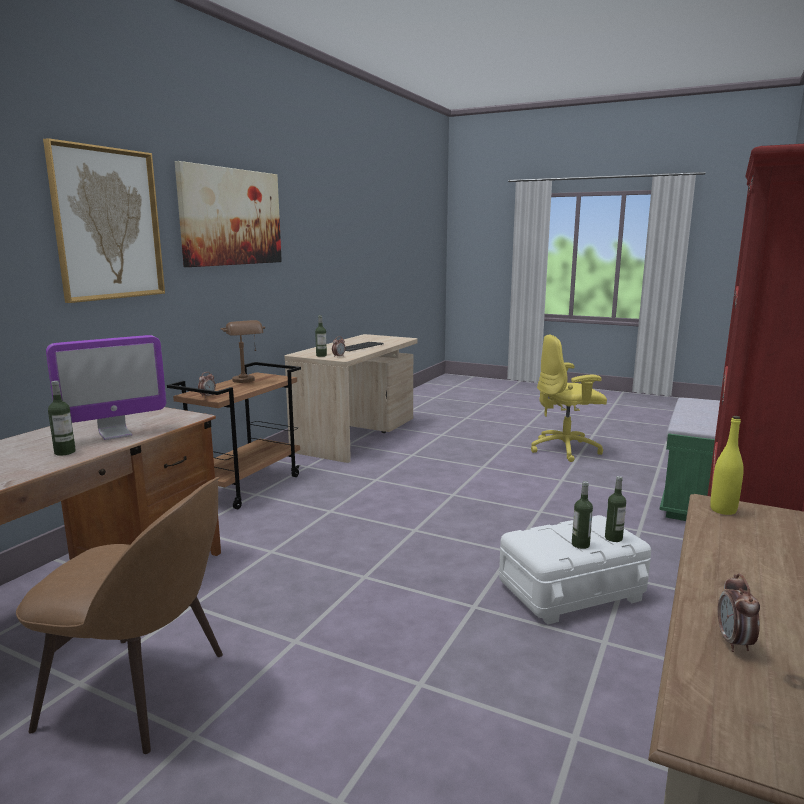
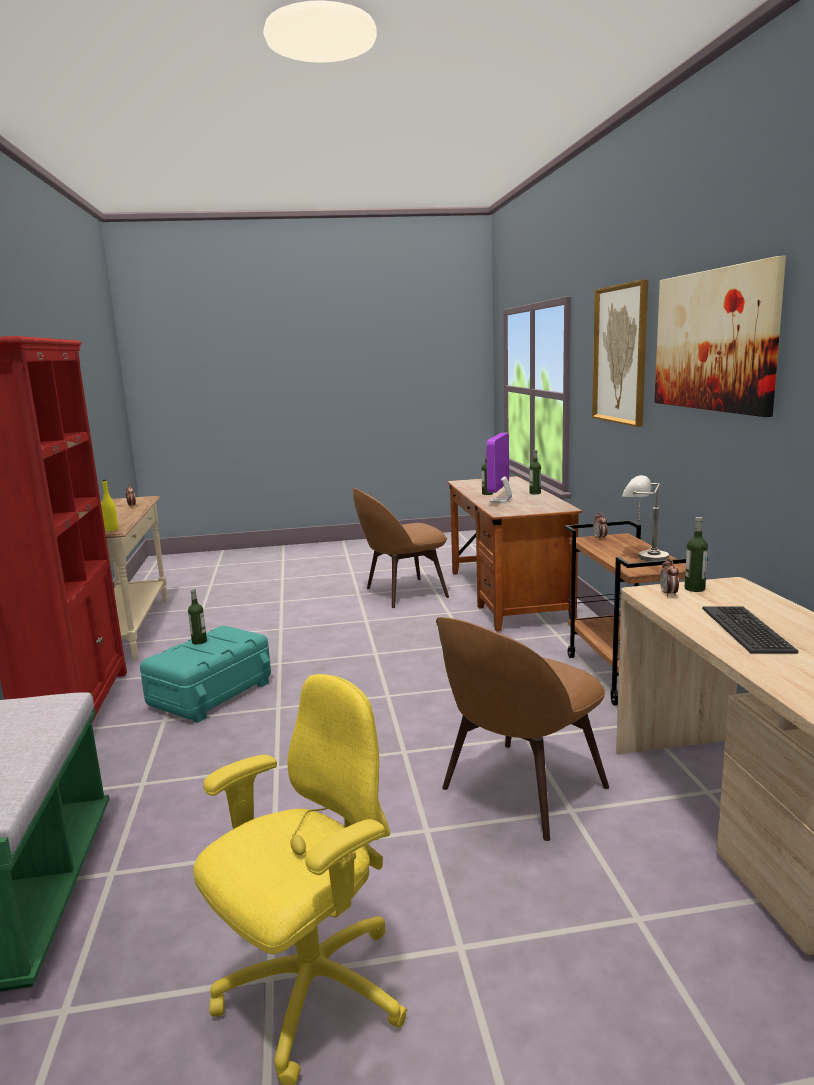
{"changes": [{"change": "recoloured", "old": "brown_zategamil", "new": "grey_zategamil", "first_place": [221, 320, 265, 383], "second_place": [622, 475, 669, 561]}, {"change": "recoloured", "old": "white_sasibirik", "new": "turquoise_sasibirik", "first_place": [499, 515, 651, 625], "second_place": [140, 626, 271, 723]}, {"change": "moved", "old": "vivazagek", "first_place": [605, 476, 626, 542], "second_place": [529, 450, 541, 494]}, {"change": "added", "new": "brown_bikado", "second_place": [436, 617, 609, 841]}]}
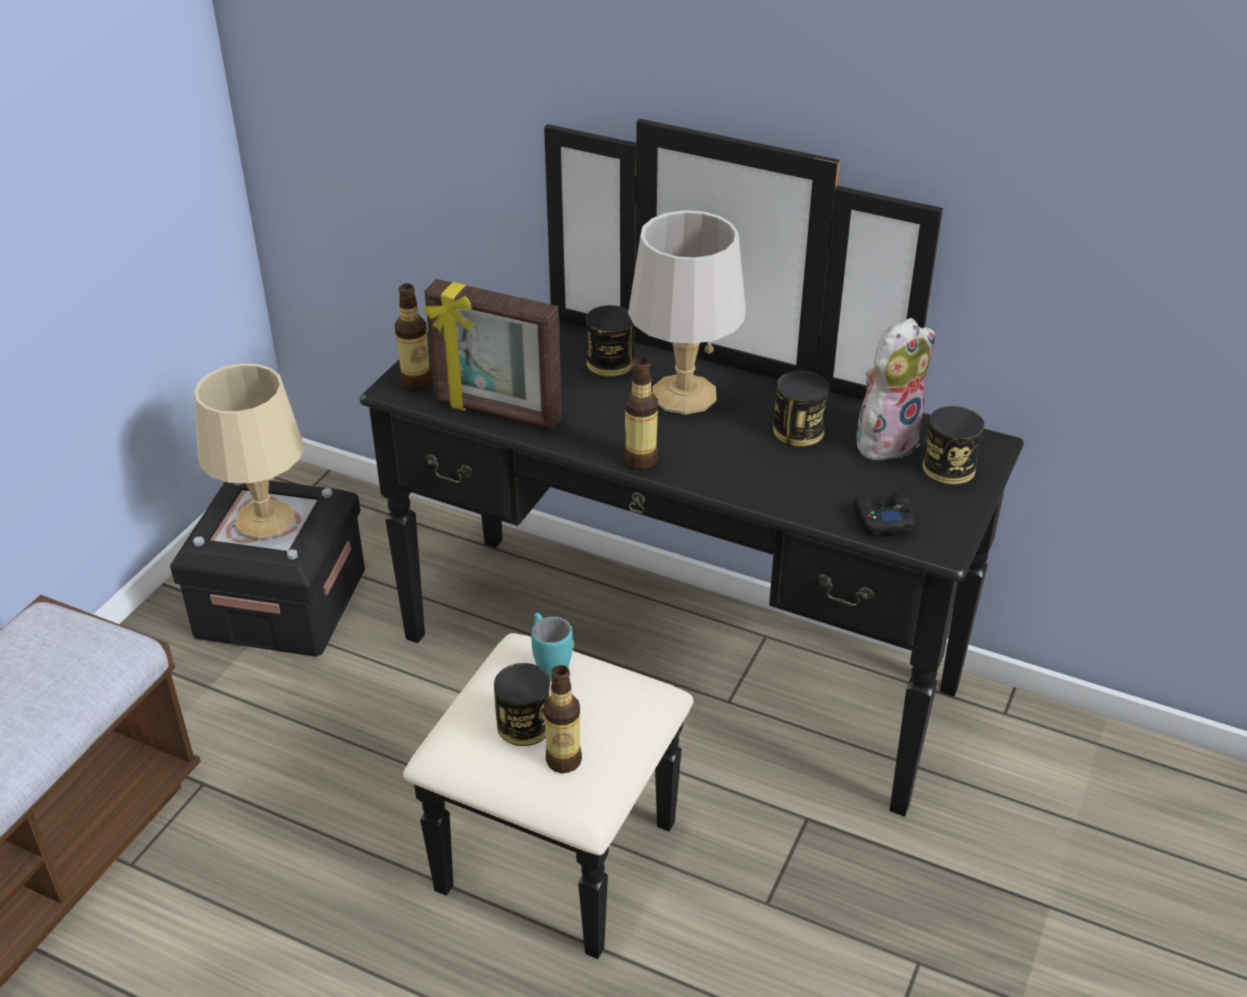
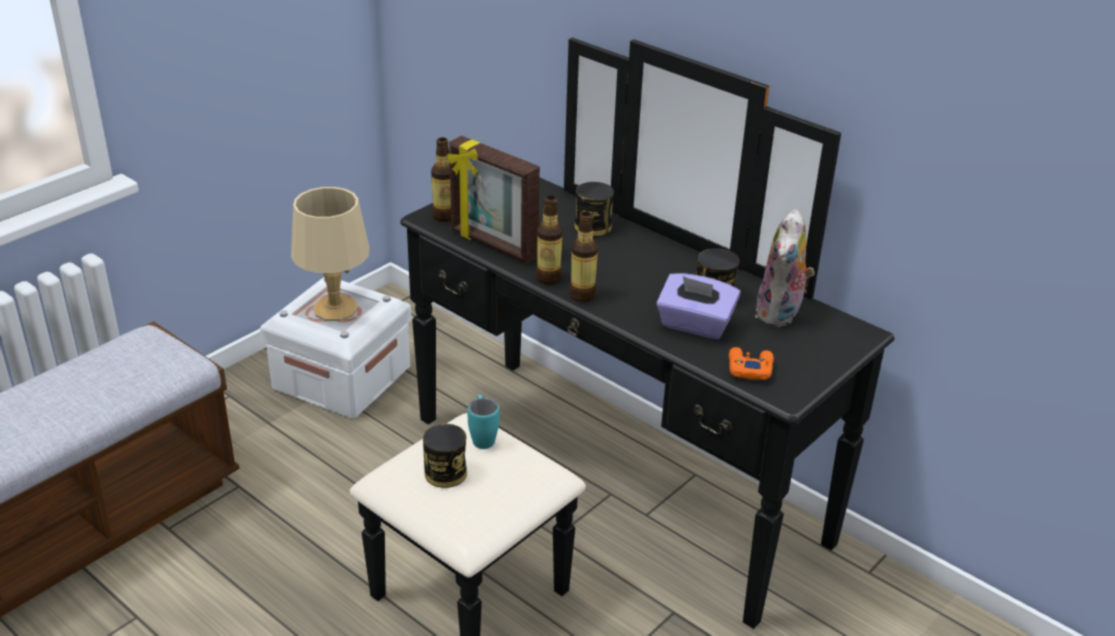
{"changes": [{"change": "recoloured", "old": "black_sasibirik", "new": "white_sasibirik", "first_place": [170, 480, 365, 657], "second_place": [260, 277, 412, 418]}, {"change": "moved", "old": "vivazagek", "first_place": [544, 665, 582, 773], "second_place": [536, 195, 563, 285]}, {"change": "removed", "old": "grey_zategamil", "first_place": [628, 210, 746, 415]}, {"change": "recoloured", "old": "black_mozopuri", "new": "orange_mozopuri", "first_place": [853, 493, 915, 535], "second_place": [729, 347, 774, 380]}, {"change": "turned", "old": "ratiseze", "first_place": [856, 318, 935, 461], "second_place": [755, 209, 815, 327], "degrees": 135}, {"change": "removed", "old": "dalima", "first_place": [922, 406, 985, 485]}, {"change": "added", "new": "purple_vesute", "second_place": [656, 273, 740, 339]}]}
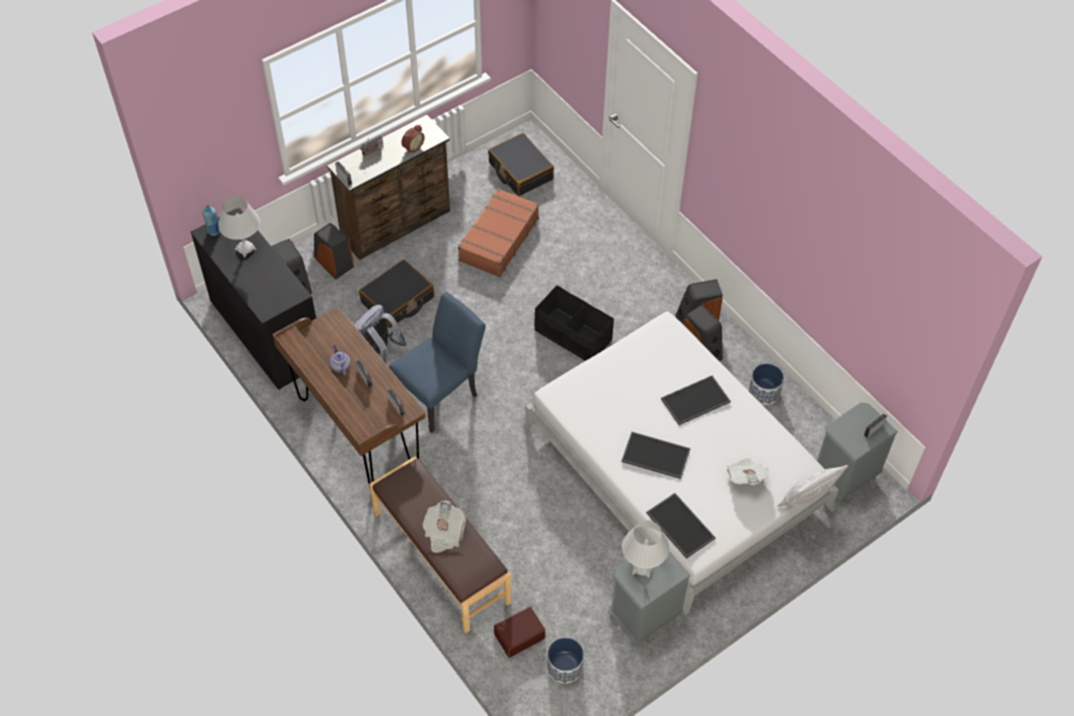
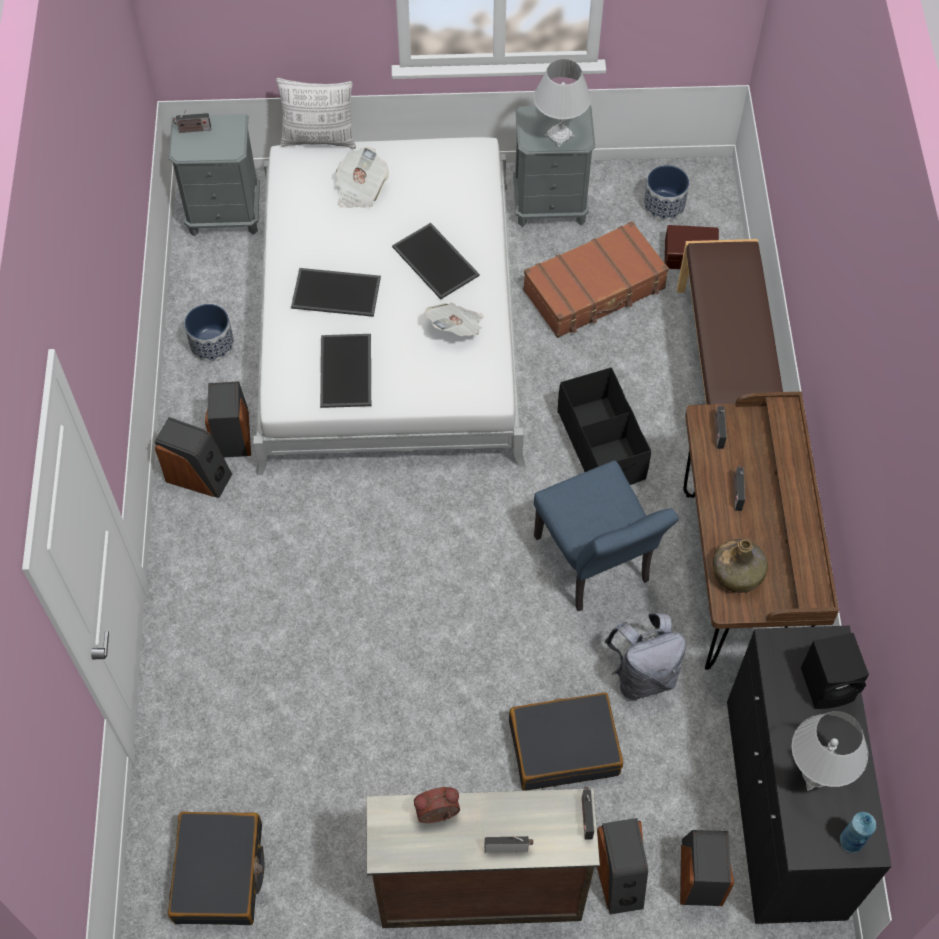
{"changes": [{"change": "removed", "old": "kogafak", "first_place": [330, 345, 351, 376]}, {"change": "turned", "old": "blue_bikado", "first_place": [389, 292, 486, 433], "second_place": [534, 461, 679, 611], "degrees": -105}, {"change": "moved", "old": "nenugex", "first_place": [422, 501, 466, 553], "second_place": [425, 302, 484, 336]}, {"change": "moved", "old": "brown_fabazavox", "first_place": [458, 188, 539, 277], "second_place": [523, 221, 669, 338]}, {"change": "moved", "old": "black_sasibirik", "first_place": [535, 285, 614, 361], "second_place": [557, 367, 651, 485]}, {"change": "moved", "old": "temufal", "first_place": [646, 493, 716, 559], "second_place": [320, 334, 371, 408]}, {"change": "added", "new": "green_vivazagek", "second_place": [713, 539, 768, 593]}, {"change": "added", "new": "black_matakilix", "second_place": [801, 633, 869, 709]}]}
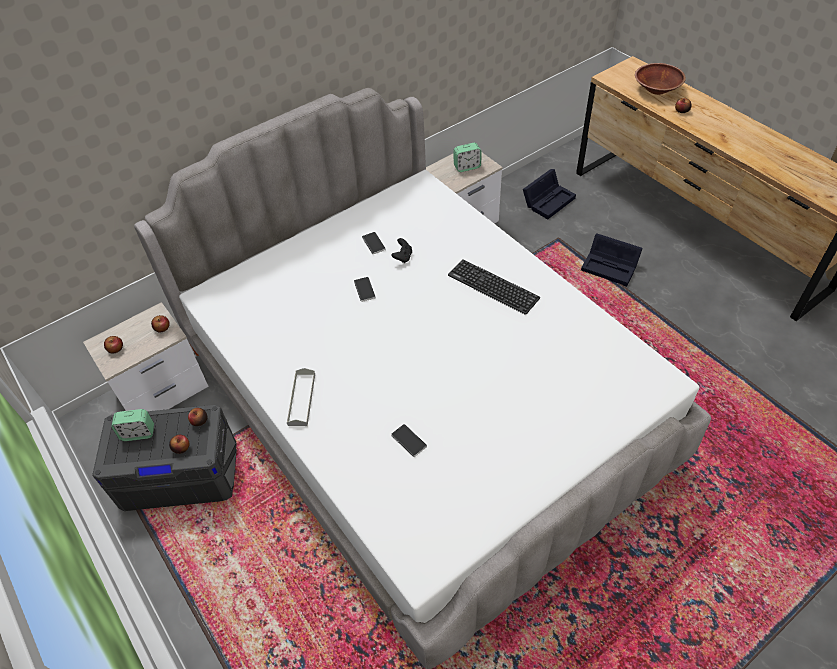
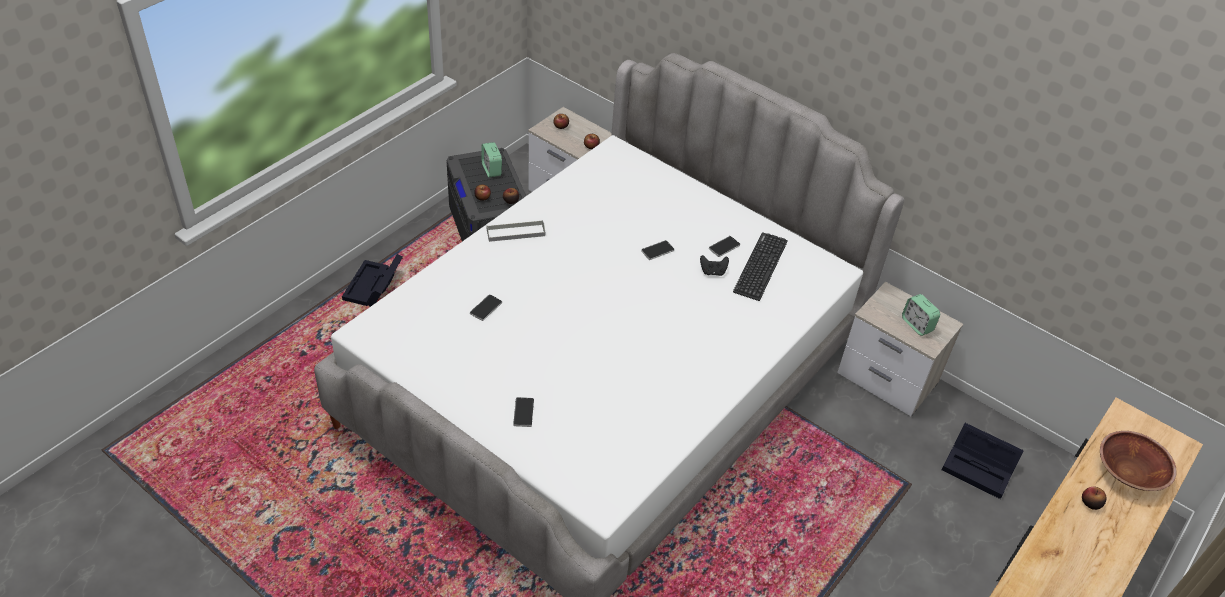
{"changes": [{"change": "moved", "old": "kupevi", "first_place": [448, 259, 540, 315], "second_place": [733, 232, 788, 301]}, {"change": "moved", "old": "black_sasibirik", "first_place": [581, 233, 643, 287], "second_place": [342, 254, 403, 307]}, {"change": "added", "new": "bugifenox", "second_place": [513, 397, 534, 427]}]}
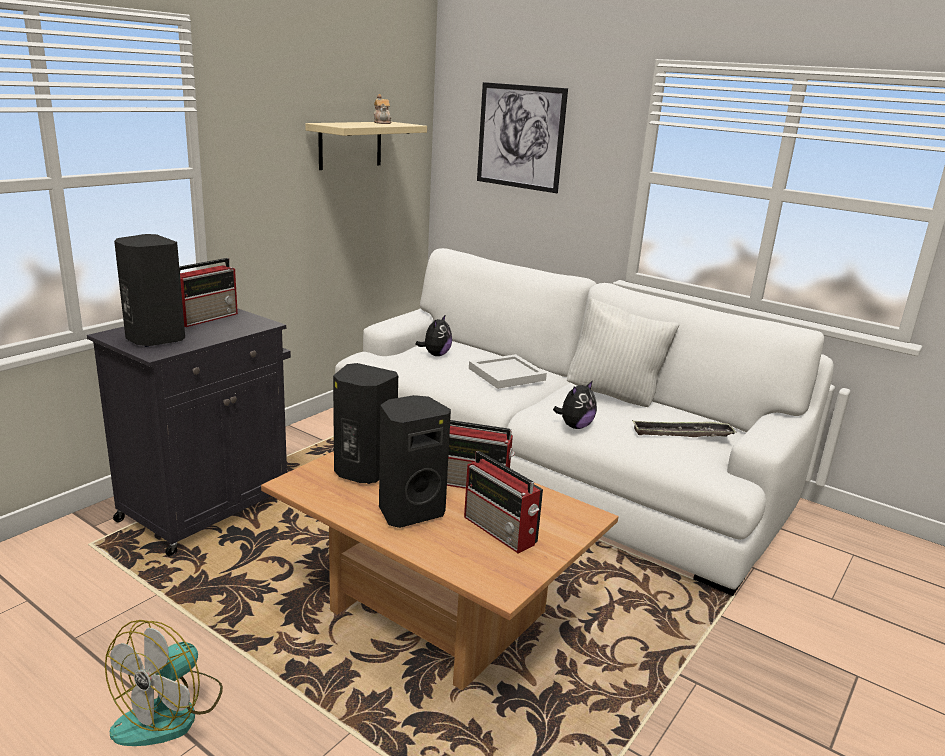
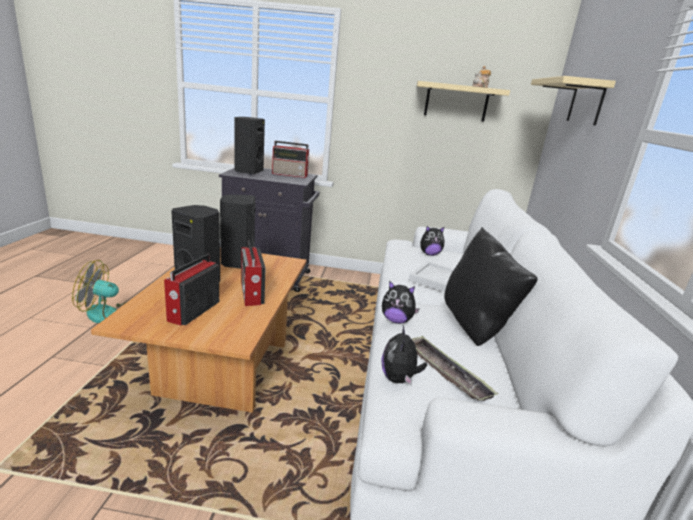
{"changes": [{"change": "replaced", "old": "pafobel", "new": "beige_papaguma", "first_place": [477, 82, 568, 193], "second_place": [531, 76, 616, 125]}, {"change": "recoloured", "old": "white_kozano", "new": "black_kozano", "first_place": [567, 298, 680, 407], "second_place": [444, 227, 538, 346]}, {"change": "added", "new": "ratiseze", "second_place": [381, 325, 427, 385]}]}
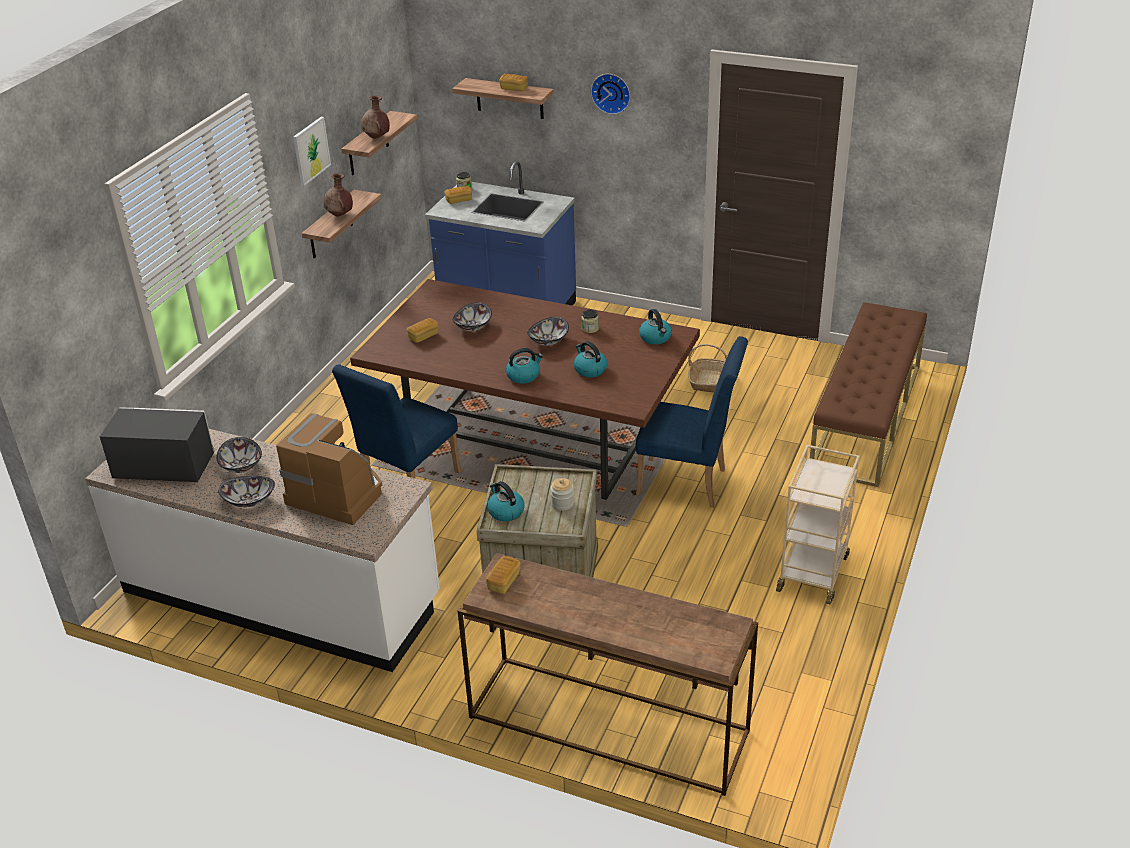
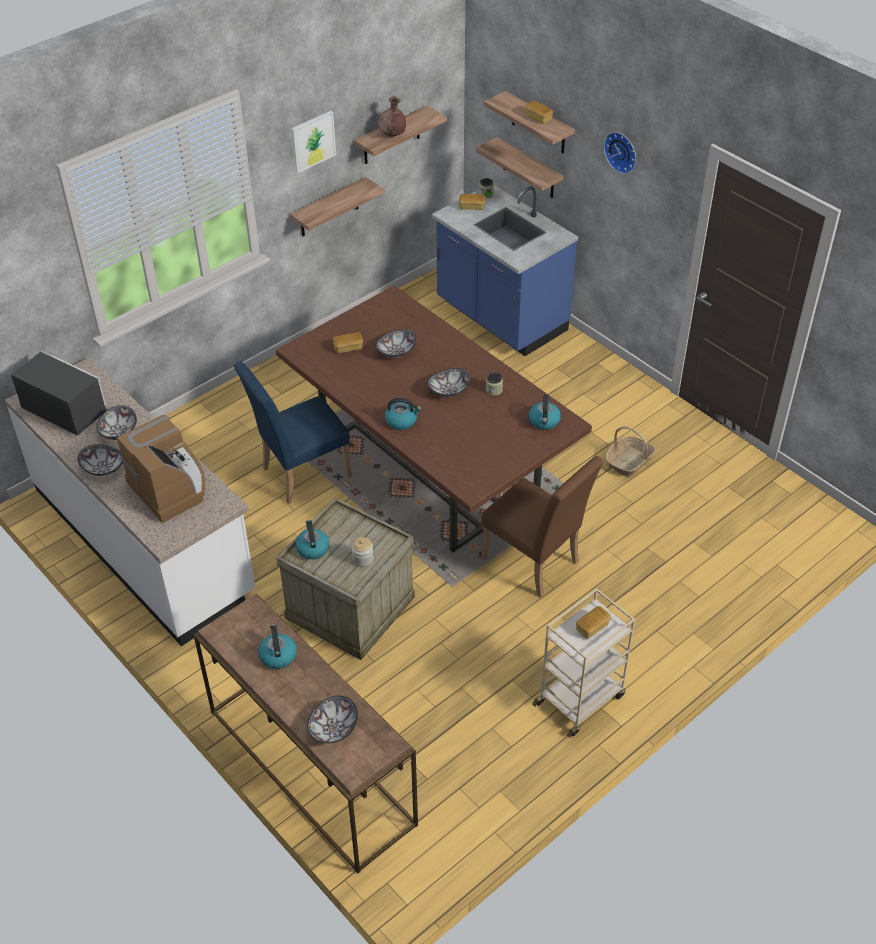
{"changes": [{"change": "removed", "old": "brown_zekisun", "first_place": [323, 173, 353, 217]}, {"change": "moved", "old": "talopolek", "first_place": [486, 556, 520, 594], "second_place": [576, 606, 611, 639]}, {"change": "moved", "old": "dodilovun", "first_place": [574, 341, 608, 377], "second_place": [258, 624, 297, 669]}, {"change": "recoloured", "old": "blue_bikado", "new": "brown_bikado", "first_place": [636, 336, 748, 507], "second_place": [481, 456, 603, 597]}, {"change": "removed", "old": "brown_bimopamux", "first_place": [810, 302, 927, 487]}, {"change": "added", "new": "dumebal", "second_place": [307, 696, 358, 743]}, {"change": "added", "new": "papaguma", "second_place": [476, 137, 563, 198]}]}
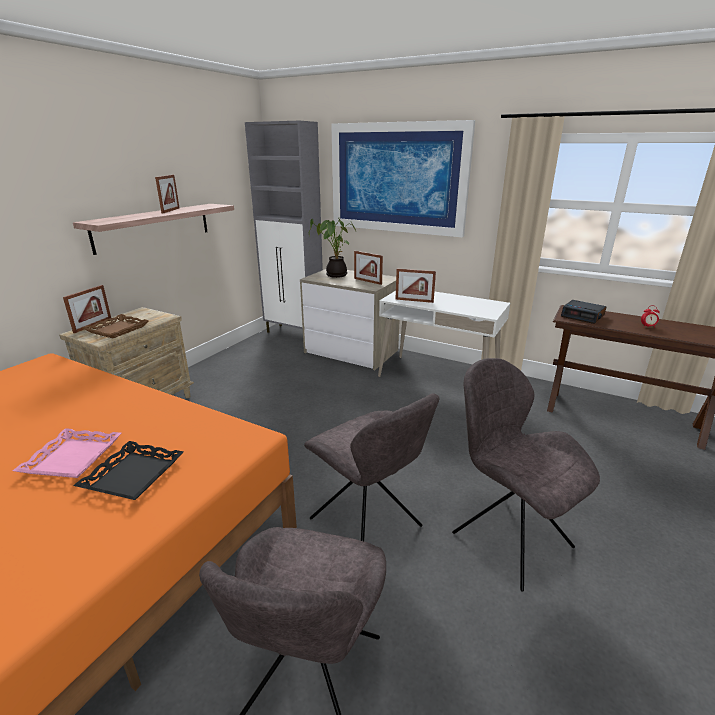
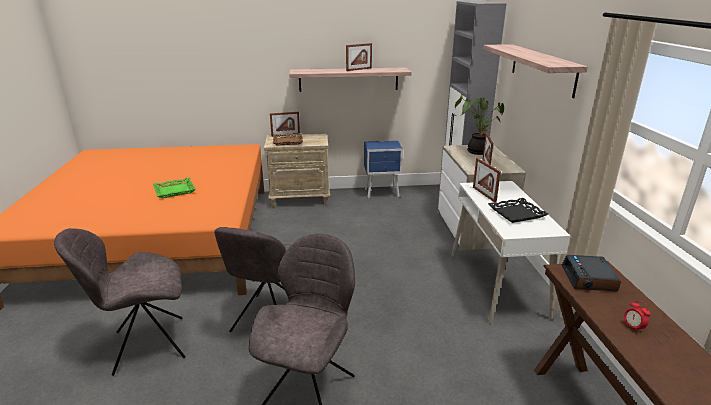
{"changes": [{"change": "recoloured", "old": "pink_temufal", "new": "green_temufal", "first_place": [13, 428, 121, 478], "second_place": [153, 178, 196, 198]}, {"change": "moved", "old": "black_temufal", "first_place": [73, 441, 184, 500], "second_place": [488, 198, 548, 223]}, {"change": "replaced", "old": "pafobel", "new": "papaguma", "first_place": [331, 120, 475, 237], "second_place": [483, 44, 588, 98]}, {"change": "added", "new": "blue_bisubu", "second_place": [364, 141, 403, 199]}]}
